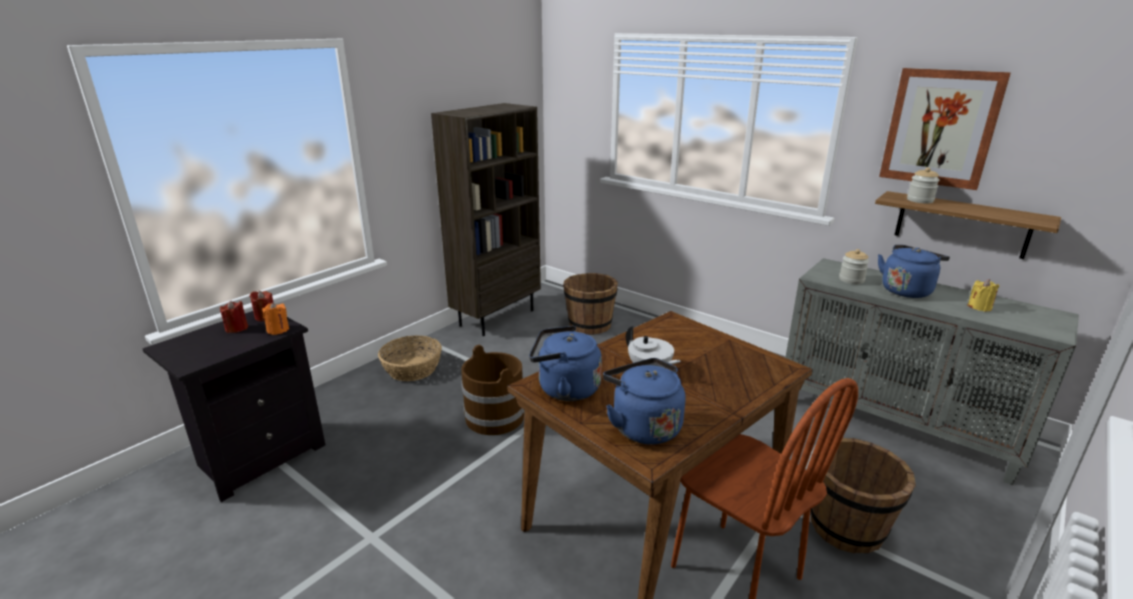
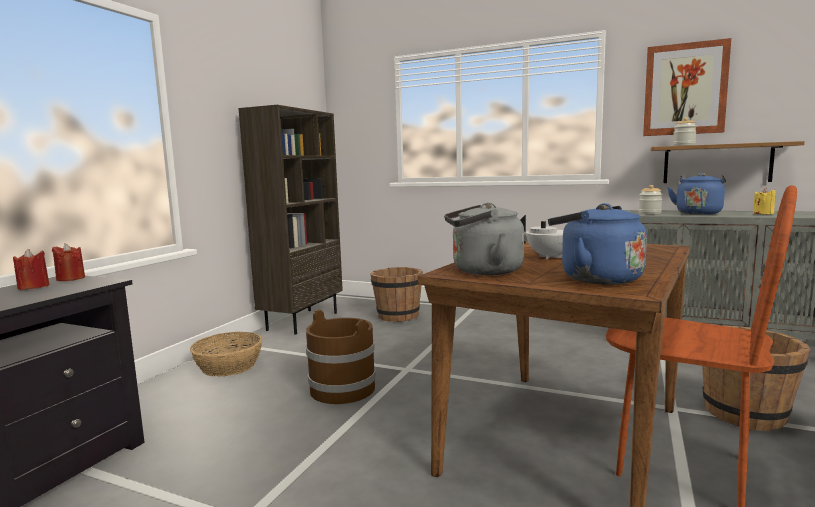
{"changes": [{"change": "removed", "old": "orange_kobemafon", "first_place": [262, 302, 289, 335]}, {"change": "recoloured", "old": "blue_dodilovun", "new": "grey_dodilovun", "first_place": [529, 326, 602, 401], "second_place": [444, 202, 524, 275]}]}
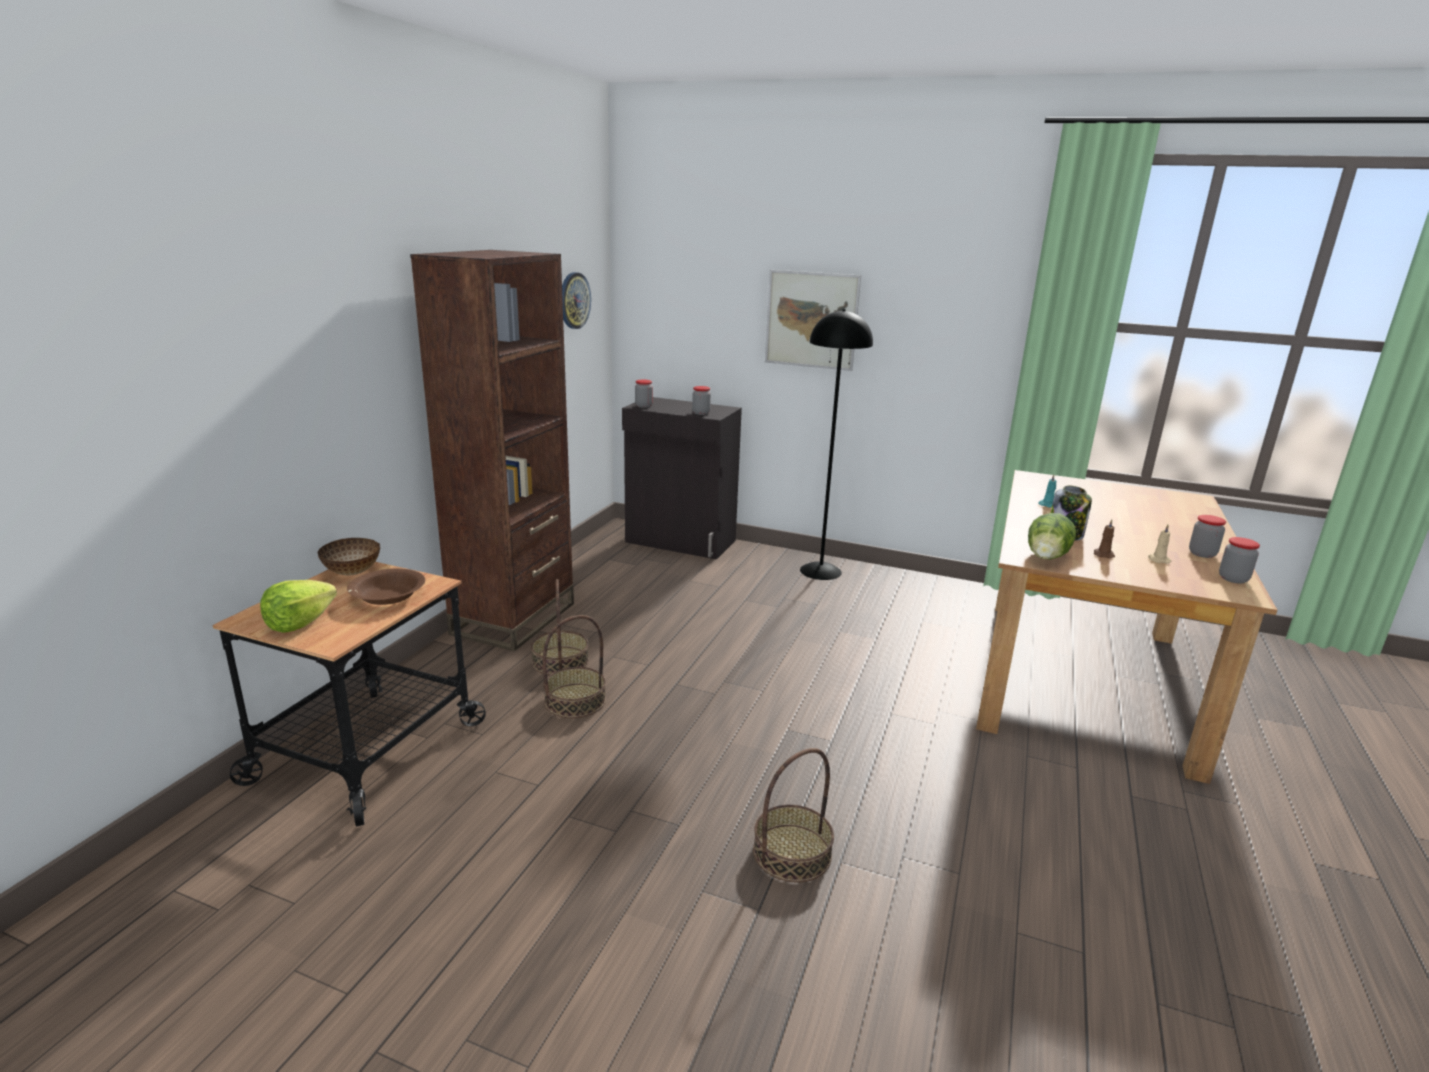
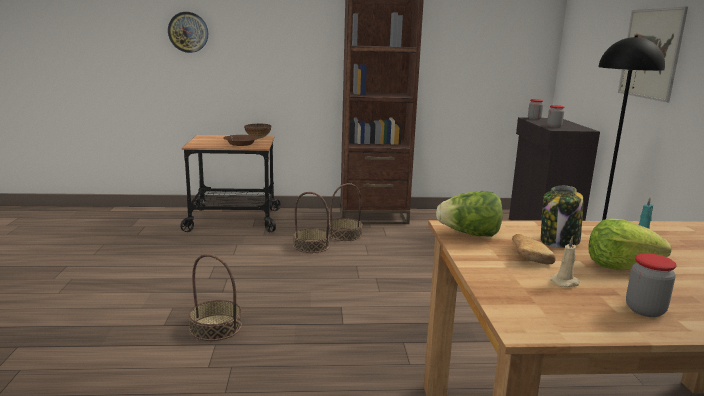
{"changes": [{"change": "moved", "old": "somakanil", "first_place": [260, 580, 337, 633], "second_place": [589, 218, 671, 270]}, {"change": "moved", "old": "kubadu", "first_place": [562, 272, 591, 329], "second_place": [168, 12, 208, 53]}, {"change": "replaced", "old": "brown_kobemafon", "new": "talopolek", "first_place": [1094, 519, 1115, 558], "second_place": [512, 234, 556, 265]}, {"change": "removed", "old": "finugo", "first_place": [1219, 537, 1260, 584]}]}
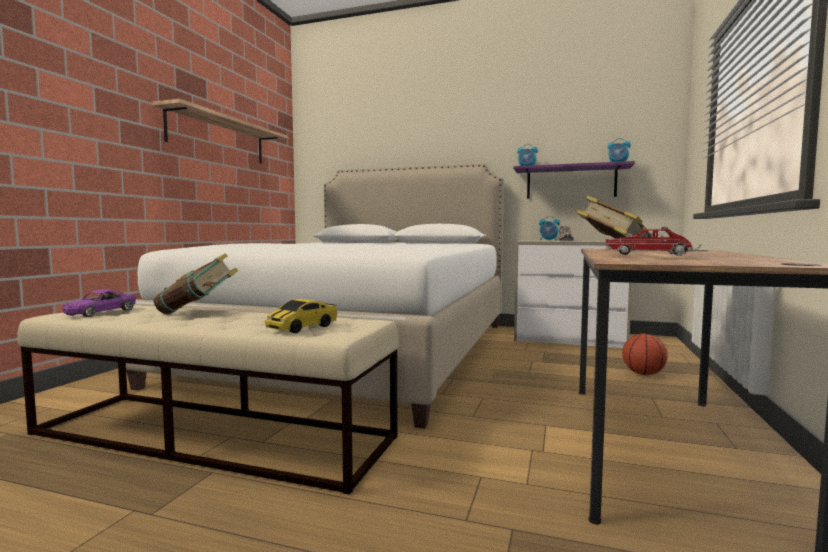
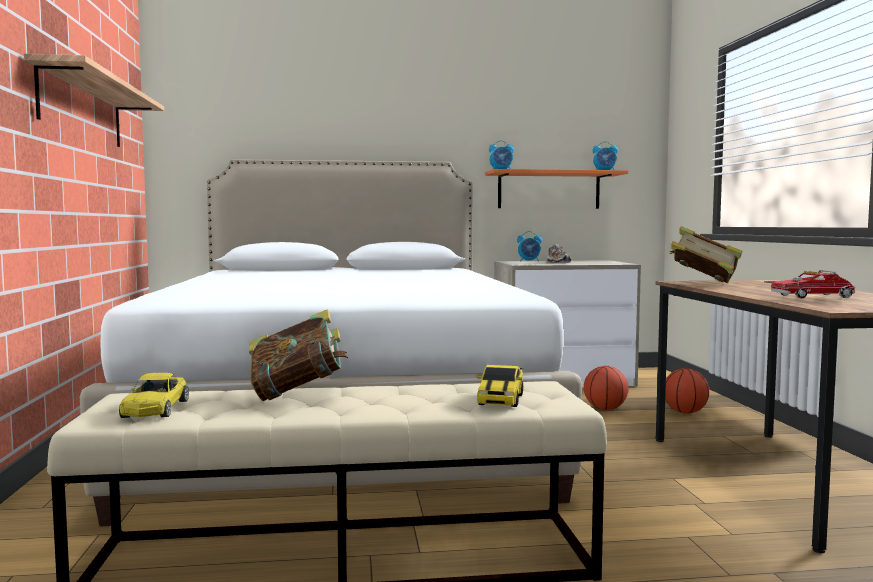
{"changes": [{"change": "recoloured", "old": "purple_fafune", "new": "yellow_fafune", "first_place": [62, 289, 136, 317], "second_place": [119, 373, 189, 418]}, {"change": "recoloured", "old": "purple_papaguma", "new": "orange_papaguma", "first_place": [513, 161, 635, 199], "second_place": [485, 169, 628, 209]}, {"change": "added", "new": "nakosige", "second_place": [584, 366, 629, 410]}]}
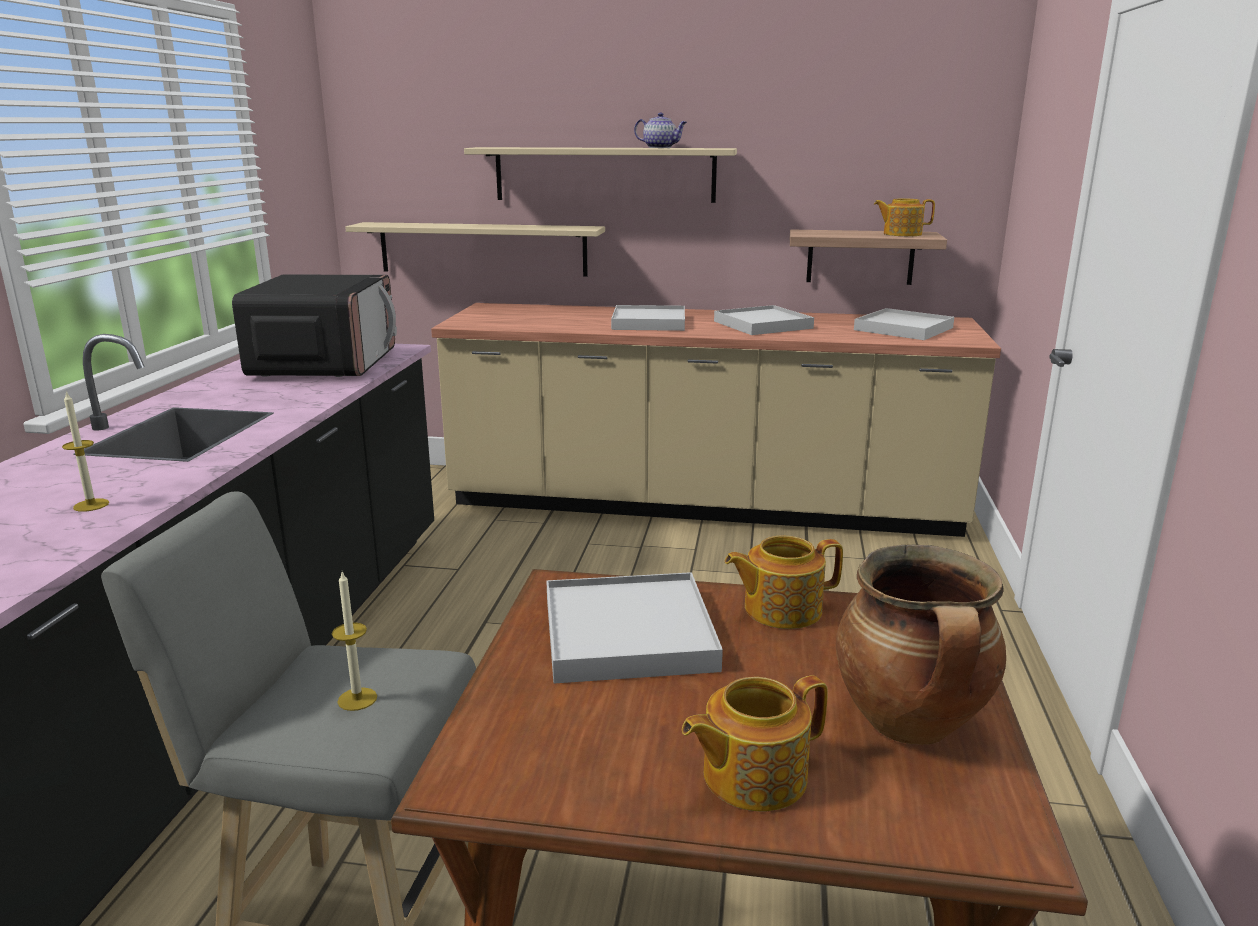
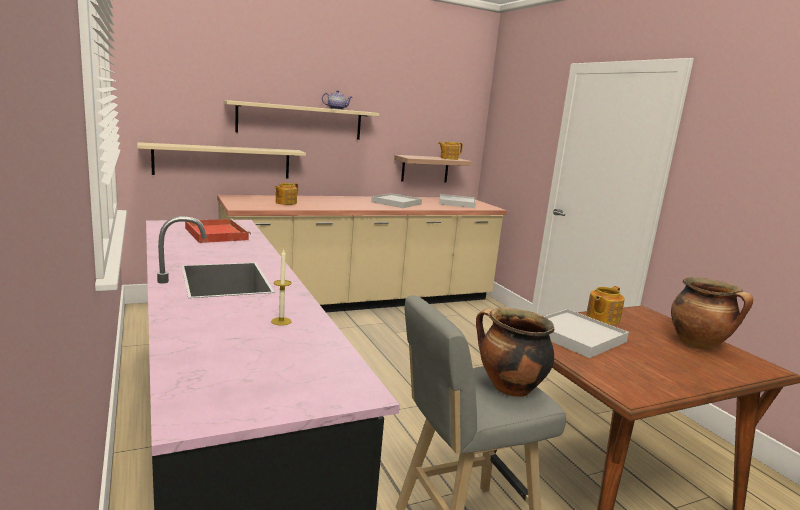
{"changes": [{"change": "replaced", "old": "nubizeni", "new": "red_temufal", "first_place": [232, 275, 397, 377], "second_place": [185, 219, 251, 243]}, {"change": "replaced", "old": "kobemafon", "new": "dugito", "first_place": [332, 572, 377, 711], "second_place": [476, 308, 554, 397]}, {"change": "removed", "old": "white_temufal", "first_place": [611, 305, 685, 331]}, {"change": "moved", "old": "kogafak", "first_place": [682, 676, 828, 812], "second_place": [274, 183, 298, 205]}]}
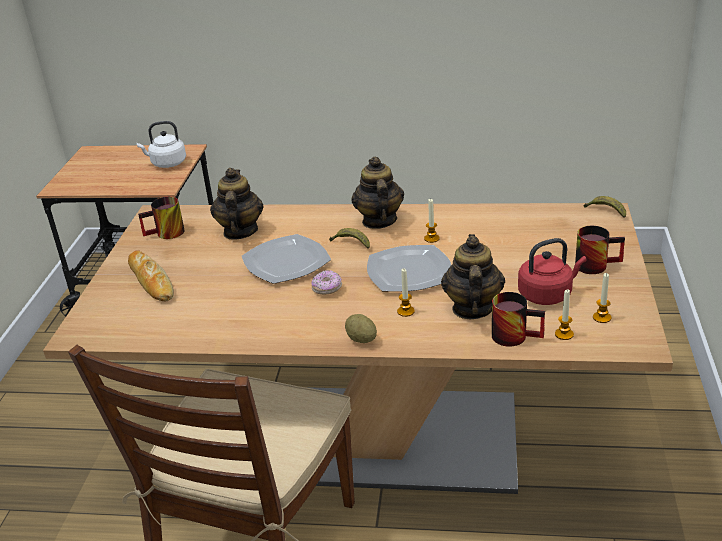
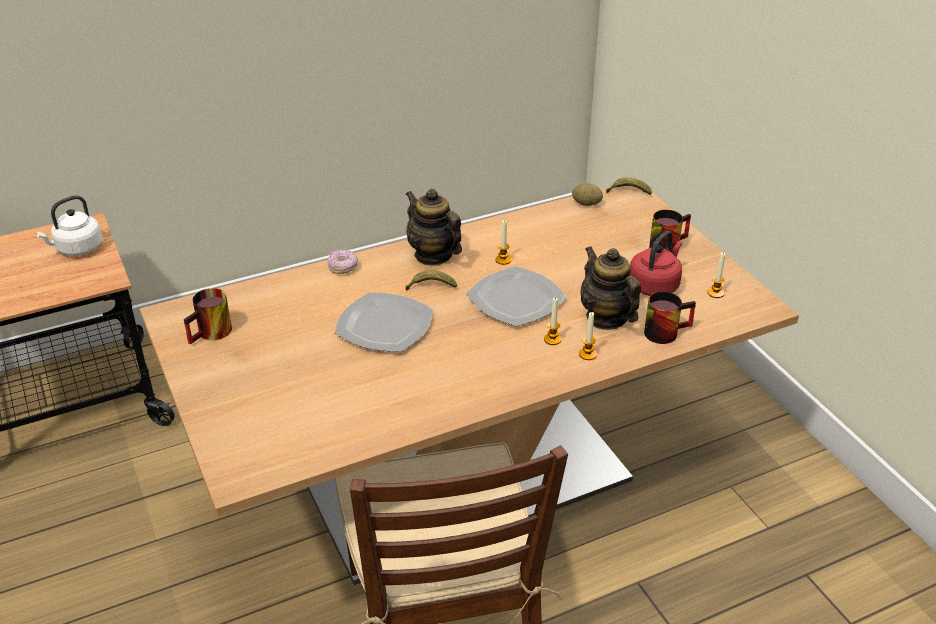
{"changes": [{"change": "removed", "old": "talopolek", "first_place": [128, 250, 174, 302]}, {"change": "removed", "old": "kogafak", "first_place": [210, 168, 264, 240]}, {"change": "moved", "old": "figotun", "first_place": [311, 270, 342, 295], "second_place": [328, 249, 358, 274]}, {"change": "moved", "old": "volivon", "first_place": [345, 314, 377, 343], "second_place": [572, 183, 603, 206]}, {"change": "moved", "old": "kobemafon", "first_place": [555, 289, 574, 340], "second_place": [579, 312, 597, 360]}]}
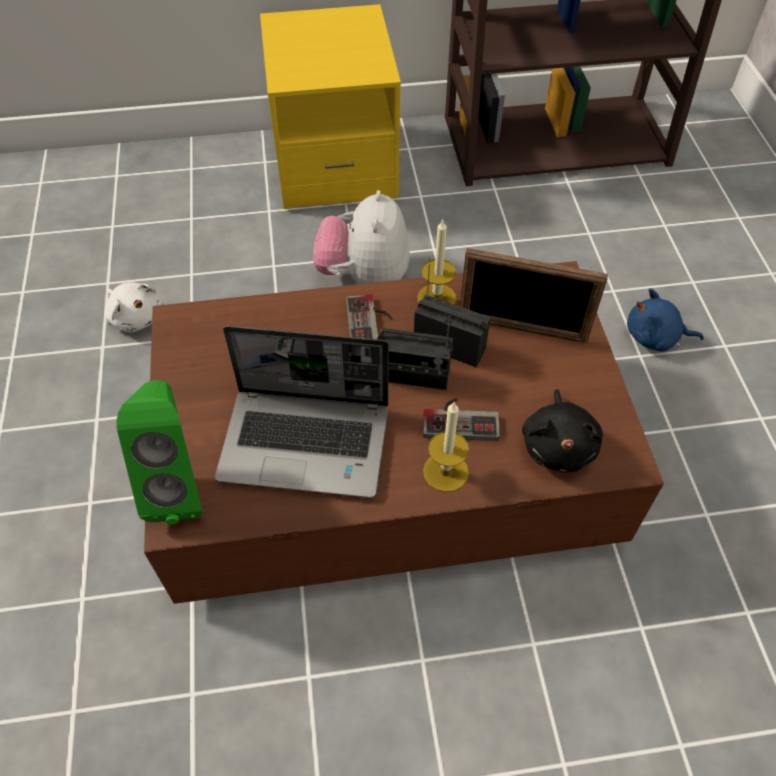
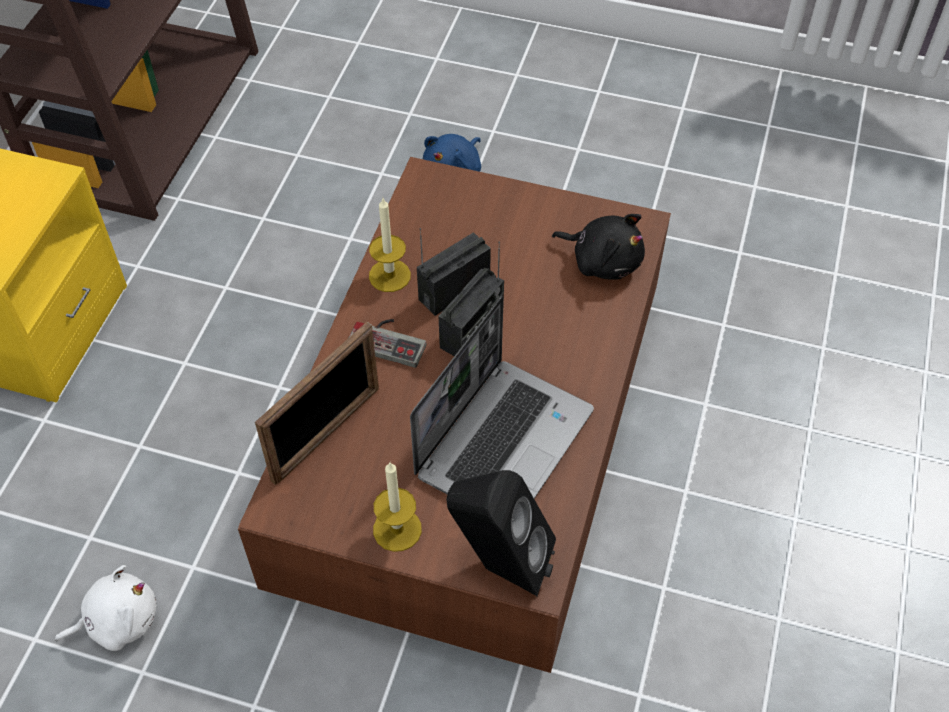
{"changes": [{"change": "recoloured", "old": "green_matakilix", "new": "black_matakilix", "first_place": [117, 380, 202, 524], "second_place": [446, 470, 556, 596]}, {"change": "removed", "old": "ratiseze", "first_place": [313, 190, 410, 284]}, {"change": "removed", "old": "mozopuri", "first_place": [423, 398, 500, 441]}, {"change": "moved", "old": "kobemafon", "first_place": [423, 402, 469, 492], "second_place": [373, 462, 422, 552]}, {"change": "moved", "old": "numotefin", "first_place": [460, 248, 608, 343], "second_place": [255, 322, 379, 485]}]}
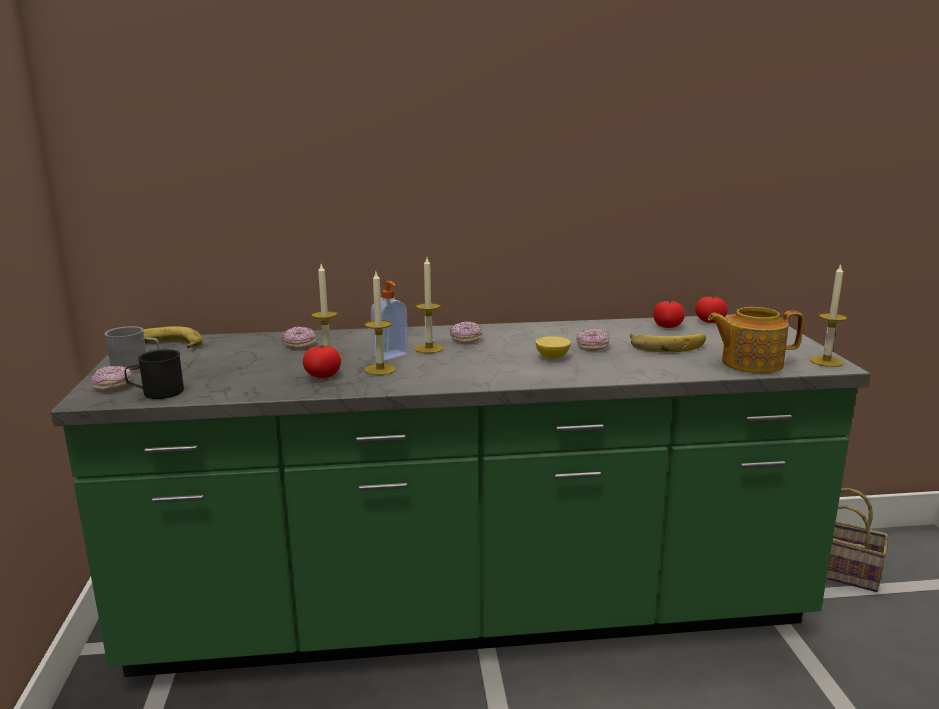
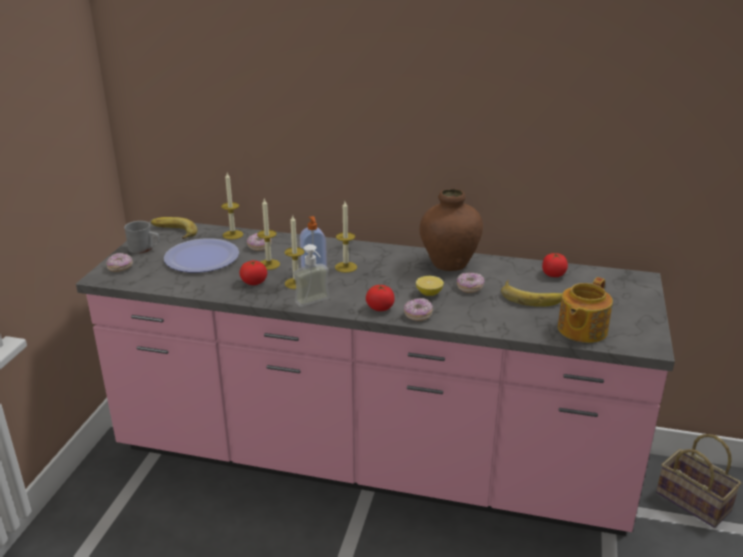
{"changes": [{"change": "recoloured", "old": "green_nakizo", "new": "pink_nakizo", "first_place": [51, 315, 871, 677], "second_place": [76, 219, 675, 536]}, {"change": "removed", "old": "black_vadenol", "first_place": [124, 349, 184, 399]}, {"change": "moved", "old": "figotun", "first_place": [450, 321, 482, 343], "second_place": [404, 298, 433, 321]}, {"change": "moved", "old": "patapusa", "first_place": [695, 296, 728, 323], "second_place": [366, 285, 395, 311]}, {"change": "turned", "old": "kogafak", "first_place": [708, 307, 804, 373], "second_place": [558, 277, 613, 343], "degrees": -75}, {"change": "moved", "old": "kobemafon", "first_place": [810, 264, 848, 367], "second_place": [221, 173, 243, 240]}, {"change": "added", "new": "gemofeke", "second_place": [164, 238, 239, 273]}, {"change": "added", "new": "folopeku", "second_place": [293, 244, 330, 307]}, {"change": "added", "new": "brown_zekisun", "second_place": [420, 189, 483, 271]}]}
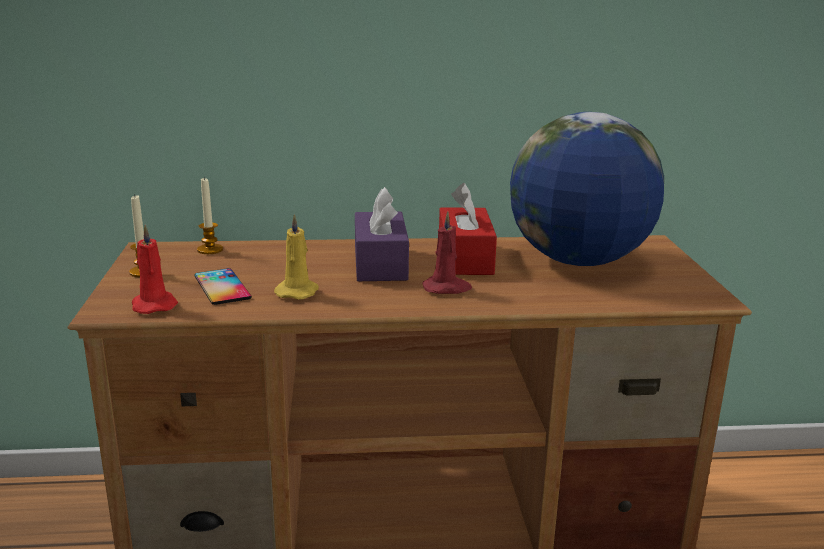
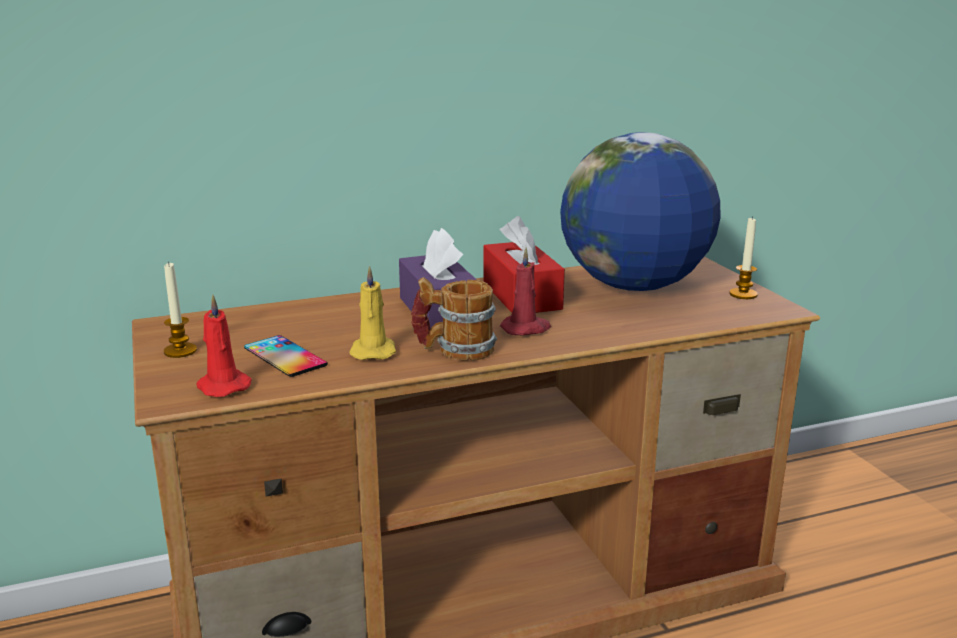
{"changes": [{"change": "moved", "old": "kobemafon", "first_place": [197, 177, 223, 254], "second_place": [729, 216, 758, 299]}, {"change": "added", "new": "vadenol", "second_place": [411, 277, 497, 361]}]}
